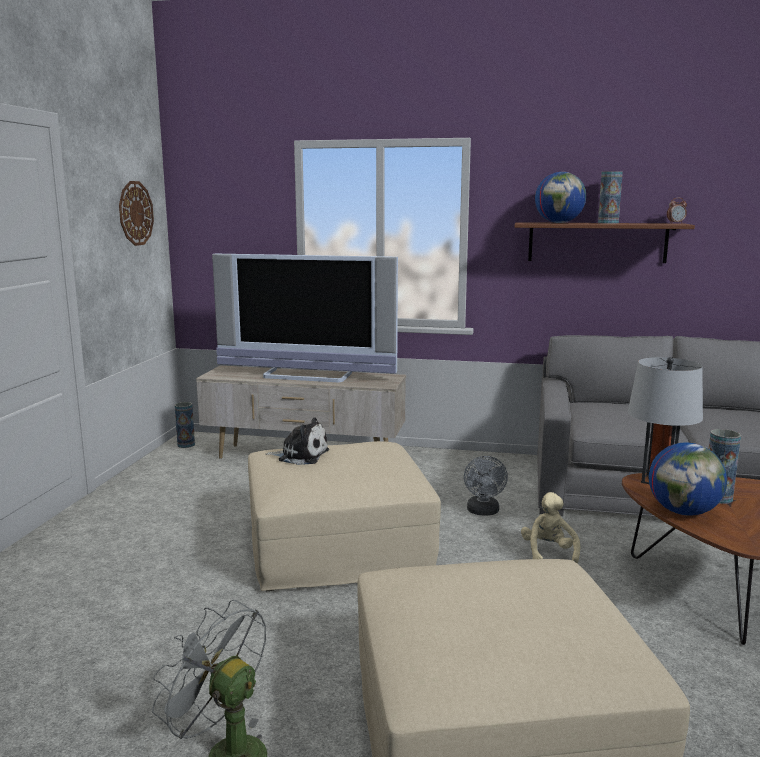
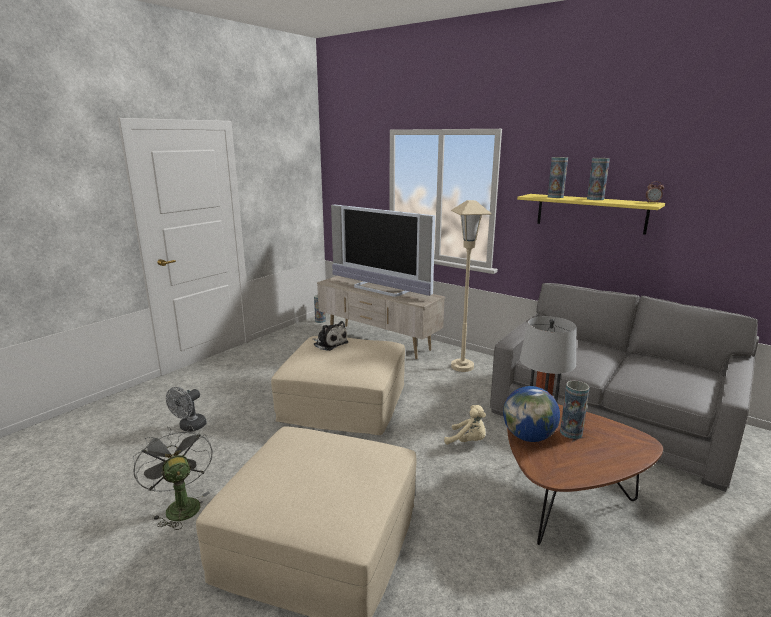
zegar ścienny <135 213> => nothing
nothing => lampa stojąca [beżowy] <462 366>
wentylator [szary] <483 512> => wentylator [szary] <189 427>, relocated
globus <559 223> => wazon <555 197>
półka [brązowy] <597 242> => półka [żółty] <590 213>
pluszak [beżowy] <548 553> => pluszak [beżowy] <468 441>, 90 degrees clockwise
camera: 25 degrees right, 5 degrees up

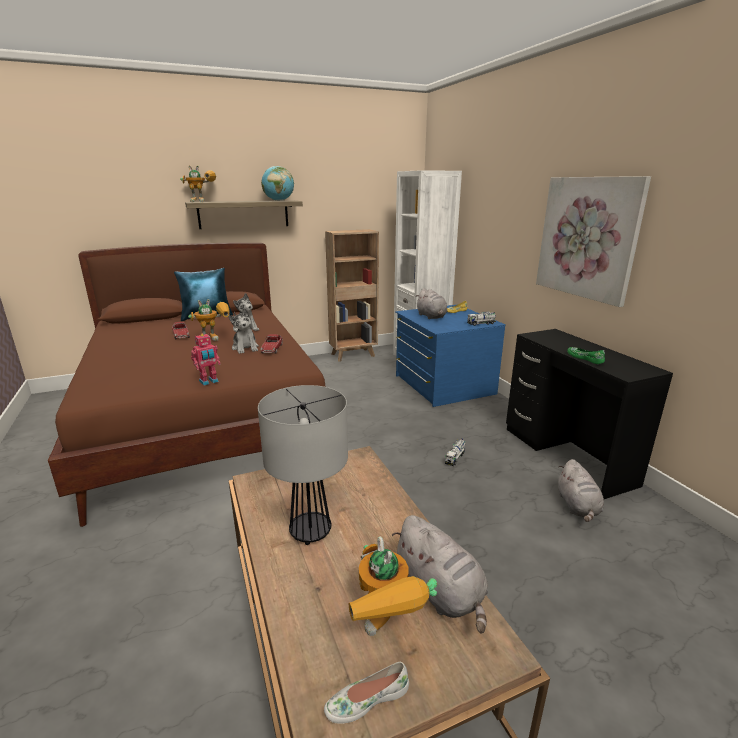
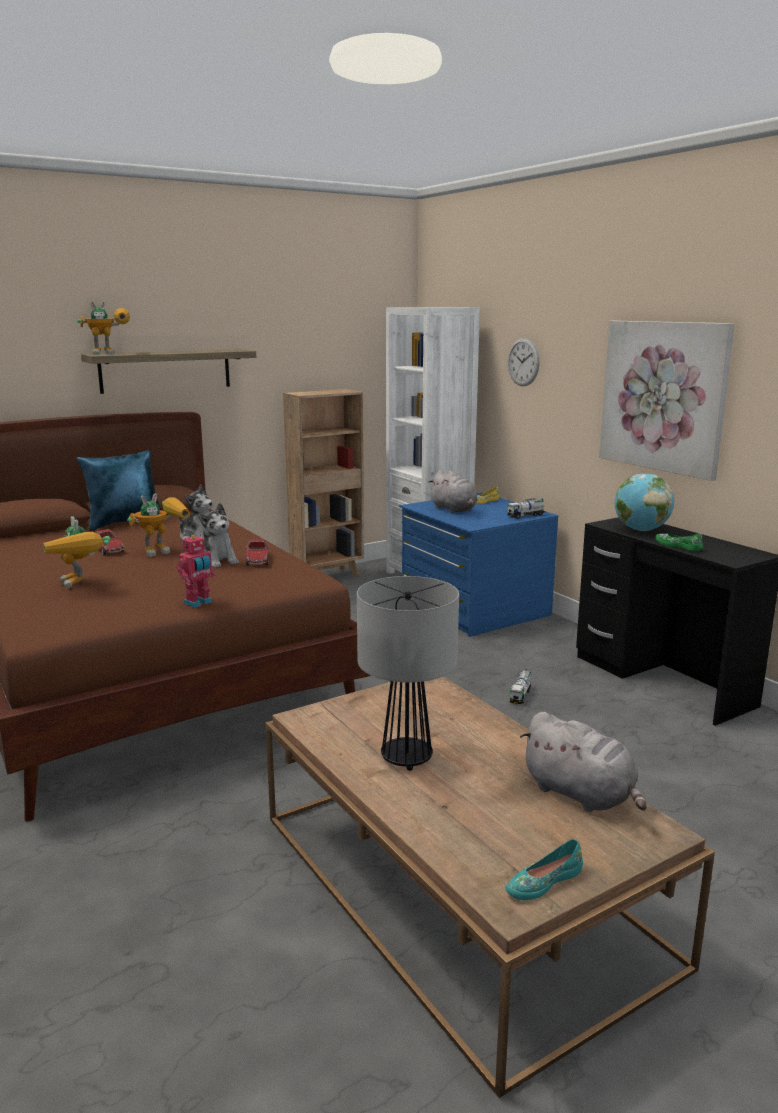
pluszak [szary] <578 506> => nothing
nothing => zegar ścienny <523 362>
globus <279 201> => globus <641 530>, relocated
robot zabawkowy <386 628> => robot zabawkowy <81 585>, relocated
but [biały] <367 699> => but [turkusowy] <543 881>
camera: 10 degrees left, 5 degrees down

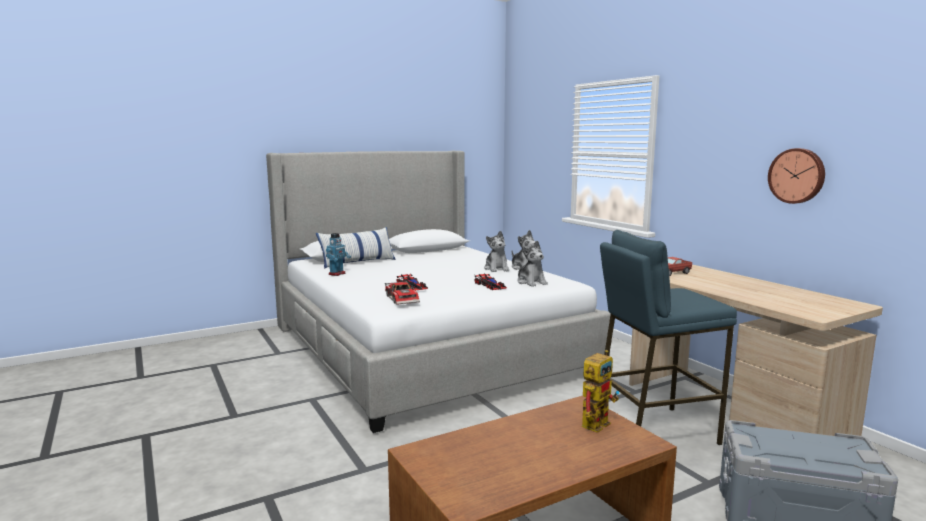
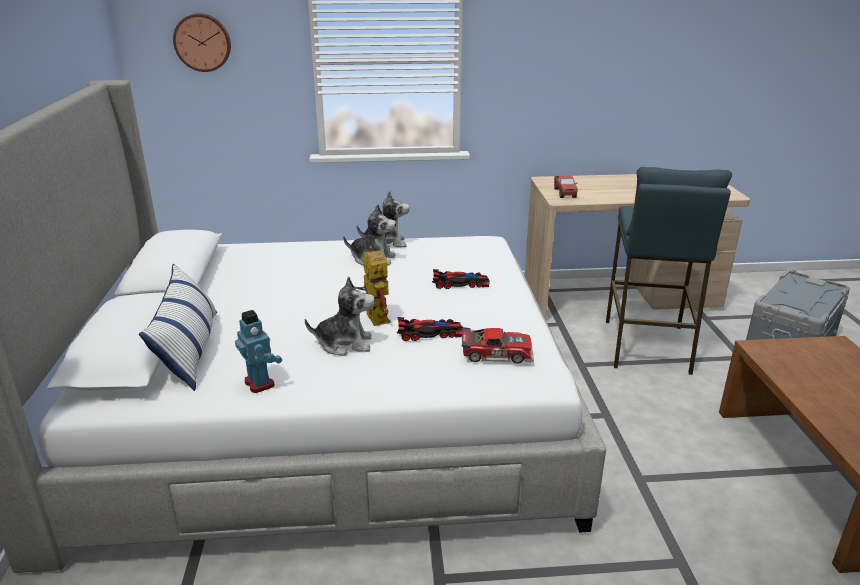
pluszak <531 282> => pluszak <344 344>, relocated
robot zabawkowy <596 421> => robot zabawkowy <373 316>, relocated
zegar ścienny <797 176> => zegar ścienny <202 42>, relocated
camera: 65 degrees left, 15 degrees up

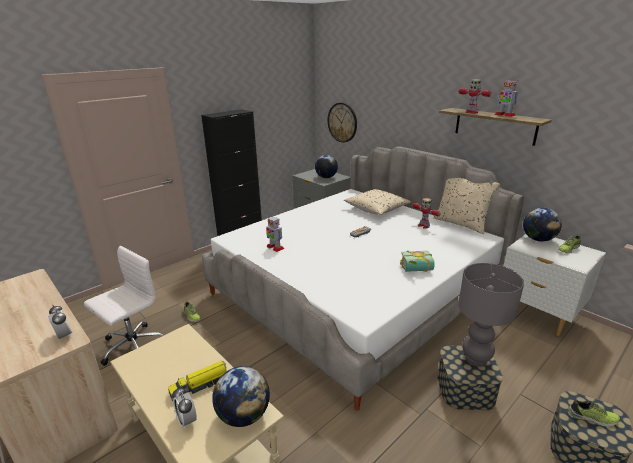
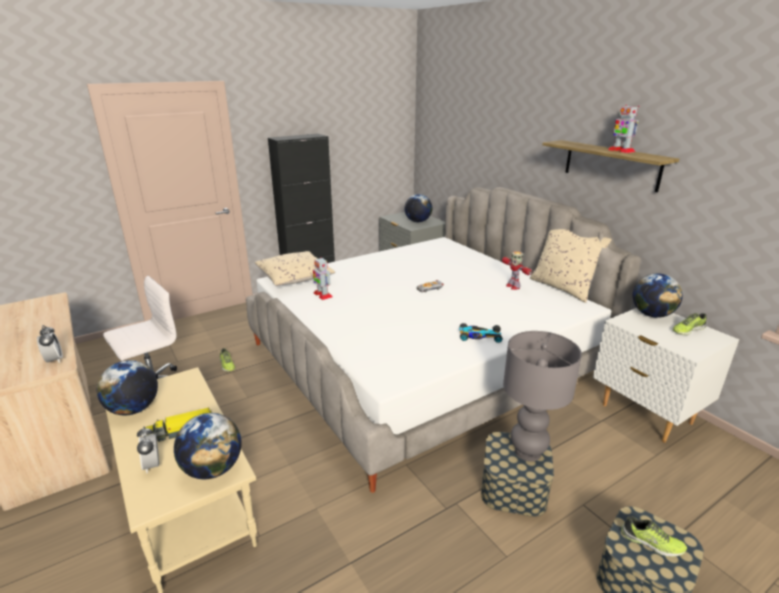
zegar ścienny <342 122> => nothing
robot zabawkowy <471 112> => nothing
nothing => globus <133 409>
poduszka [beżowy] <376 209> => poduszka [beżowy] <294 278>, relocated
książka <417 270> => samochodzik <479 336>
camera: 10 degrees right, 0 degrees up

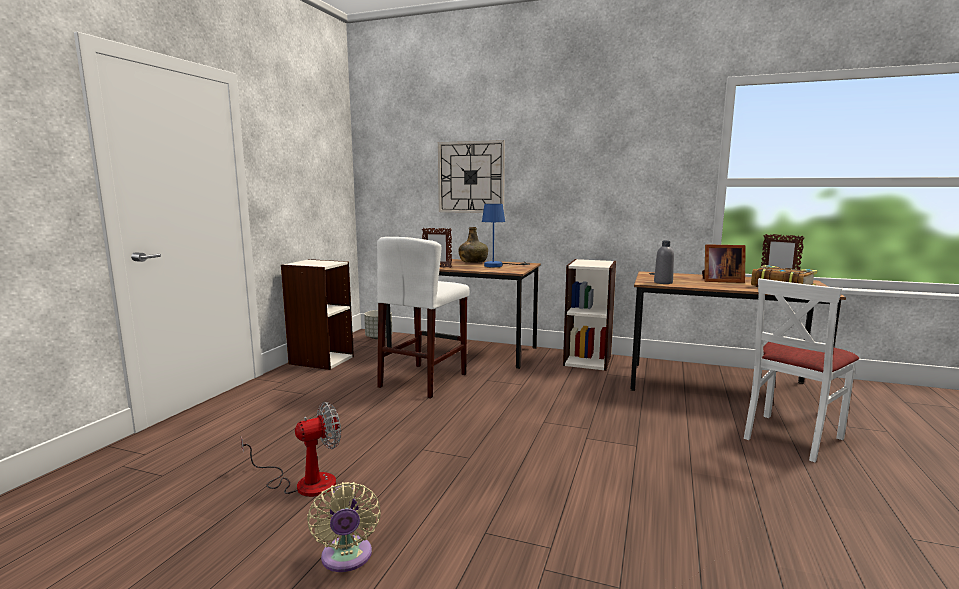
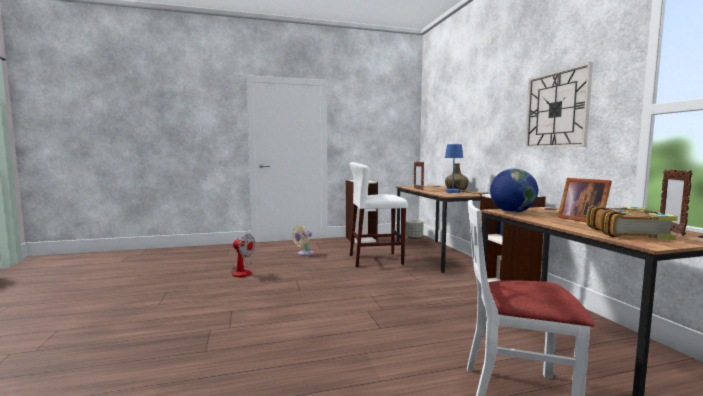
wentylator [beżowy] <346 558> => wentylator [beżowy] <304 254>, relocated
zegar ścienny <471 177> => zegar ścienny <556 109>, relocated
butelka [szary] <663 282> => globus <512 212>
camera: 55 degrees right, 5 degrees down

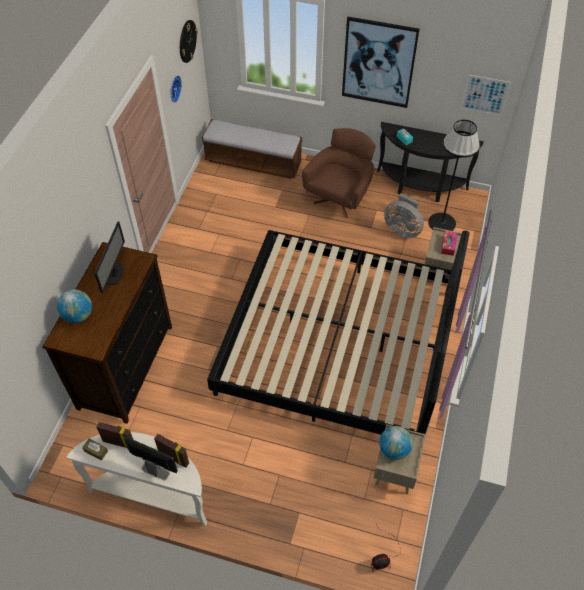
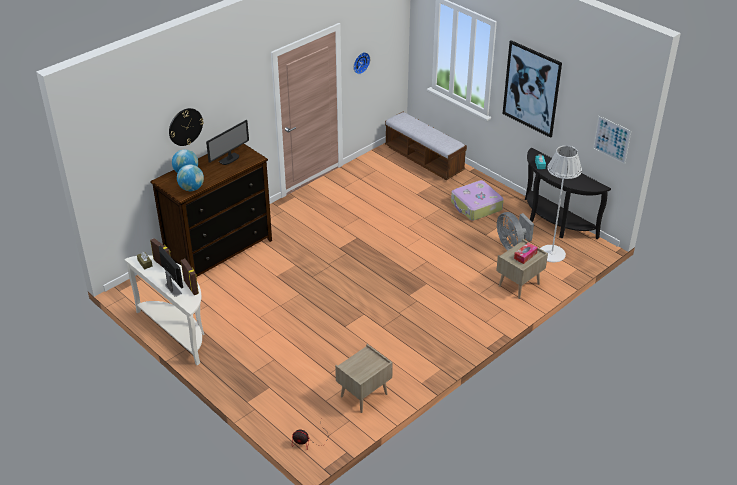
łóżko <337 342> => nothing
zegar ścienny <187 41> => zegar ścienny <185 126>, relocated
globus <394 449> => globus <191 188>, relocated
fotel [brązowy] <340 198> => walizka <476 206>
lampa stojąca [czarny] <442 223> => lampa stojąca [biały] <551 253>
camera: 30 degrees right, 15 degrees down

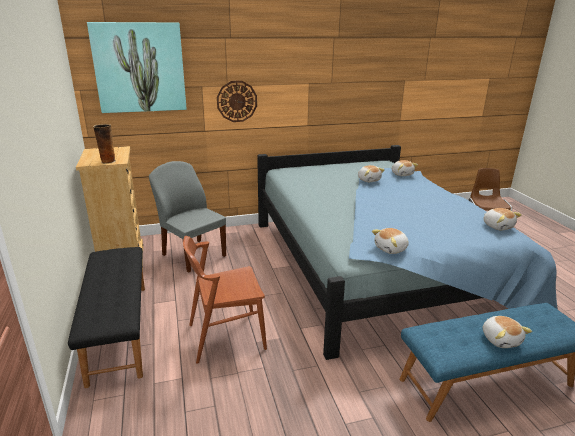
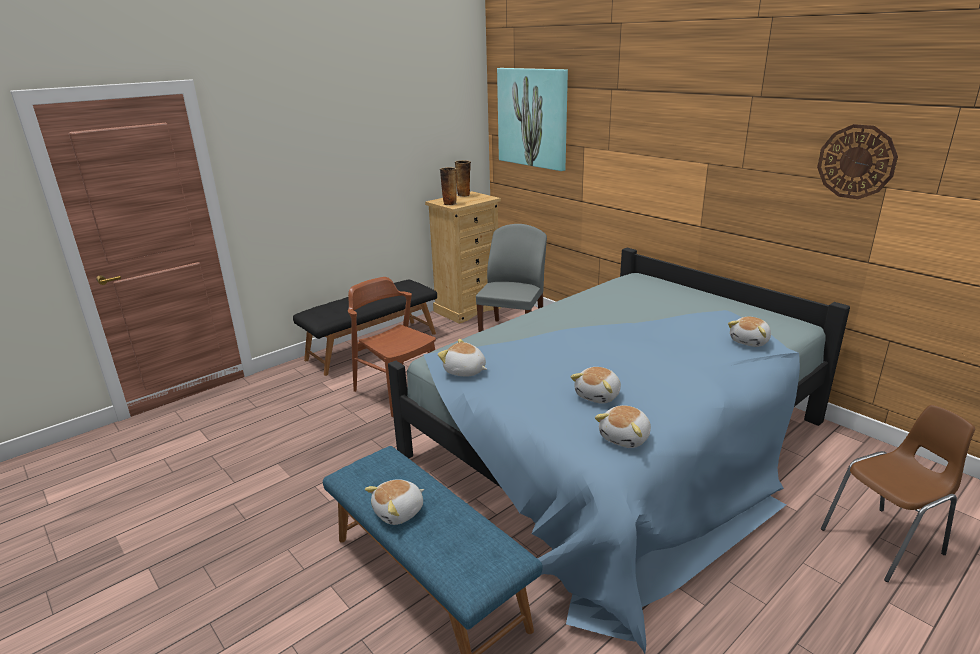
nothing => wazon <464 195>
zegar ścienny <237 101> => zegar ścienny <856 162>, relocated
pluszak <369 180> => pluszak <598 396>, relocated
camera: 65 degrees right, 0 degrees up

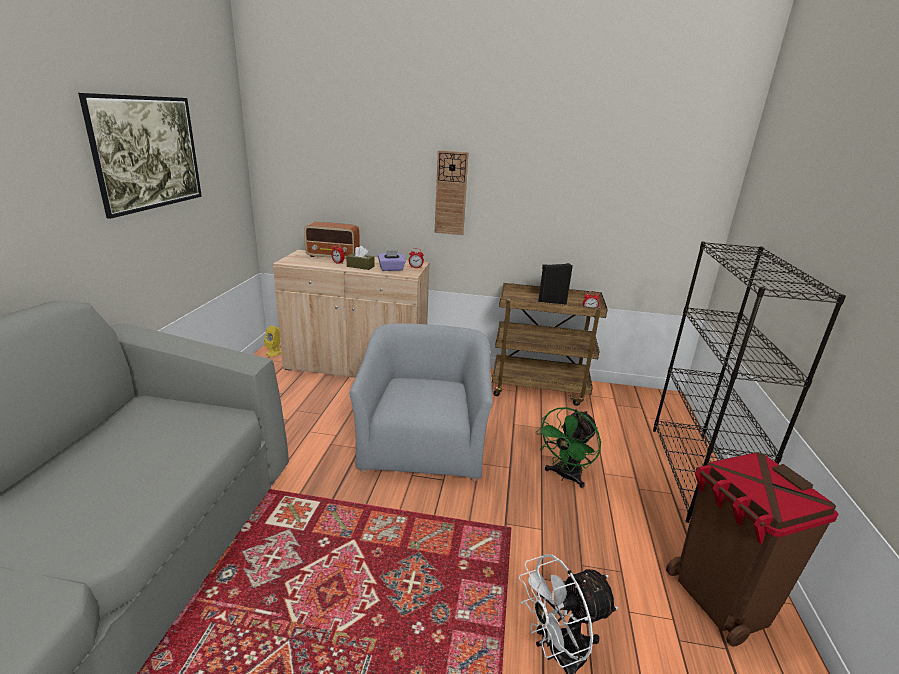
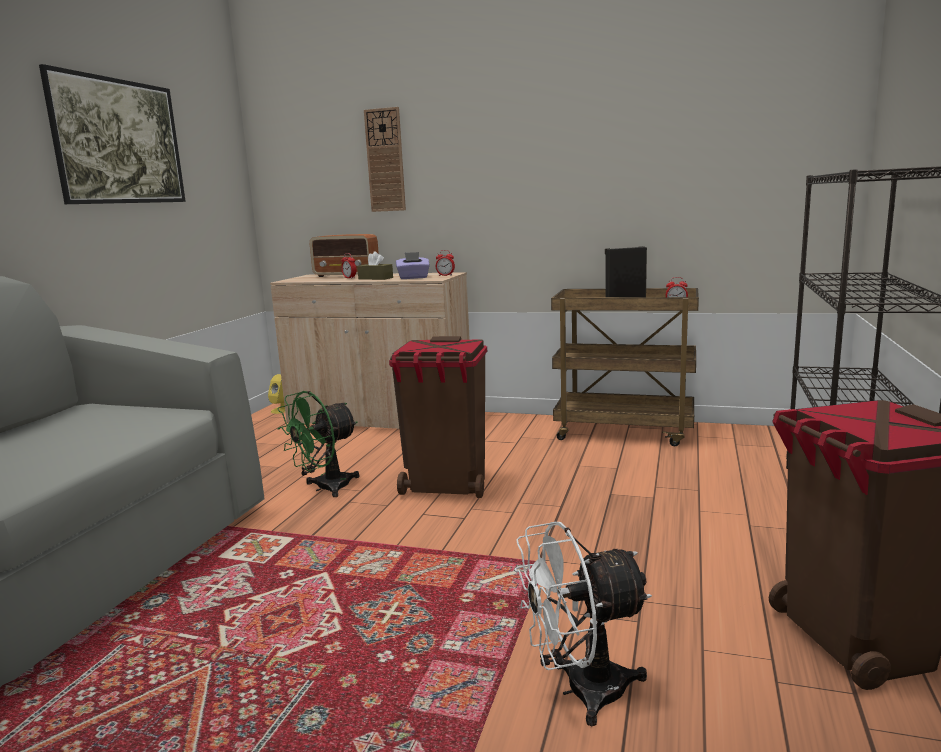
zegar ścienny <451 193> => zegar ścienny <385 160>, relocated
wentylator [zielony] <565 476> => wentylator [zielony] <325 488>, relocated
fotel [szary] <423 445> => kosz na śmieci [brązowy] <446 487>
camera: 10 degrees right, 10 degrees down

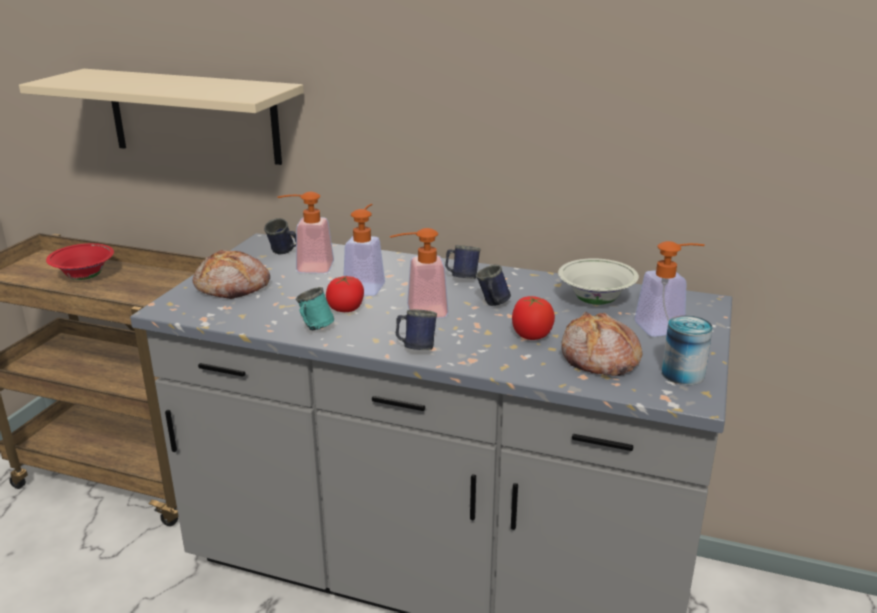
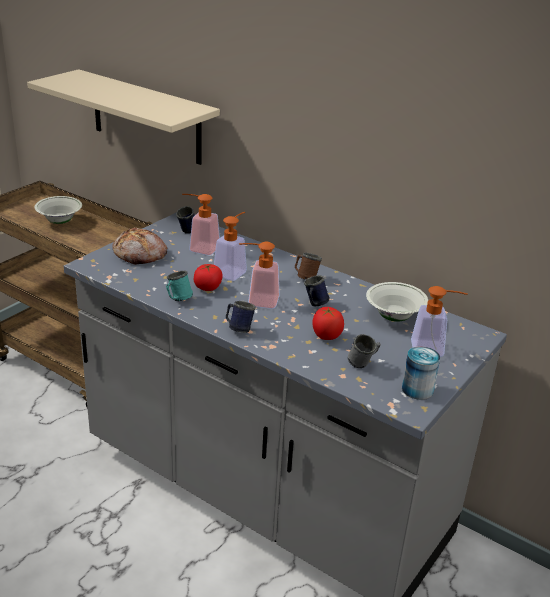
chleb <598 359> => kubek [szary] <363 364>
miska [czerwony] <84 277> => miska [biały] <60 221>
kubek [niebieski] <461 278> => kubek [brązowy] <305 277>
camera: 15 degrees right, 5 degrees up

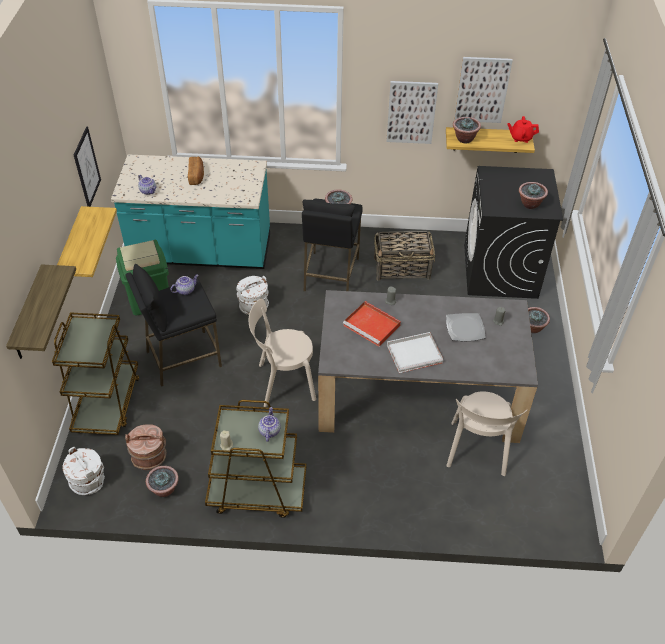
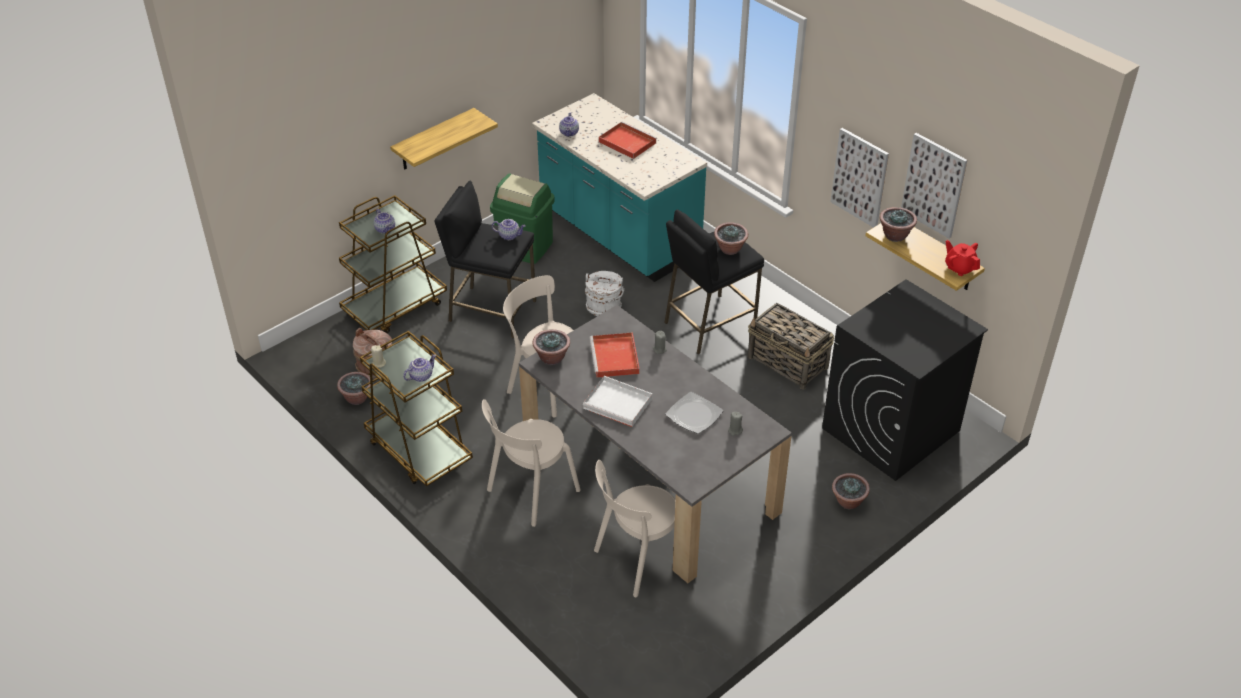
półka <28 315> => nothing
wiadro [biały] <88 481> => nothing
obraz <87 167> => nothing
nothing => imbryk <386 229>
nothing => krzesło [beżowy] <530 492>
roślina doniczkowa <529 204> => roślina doniczkowa <552 358>, relocated
chleb <196 176> => taca [czerwony] <626 142>
camera: 45 degrees right, 5 degrees down

